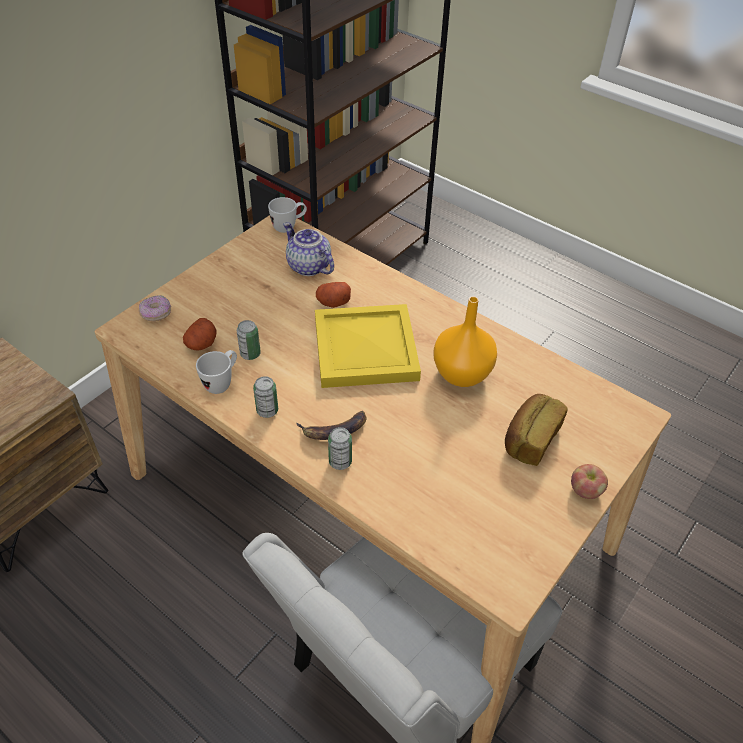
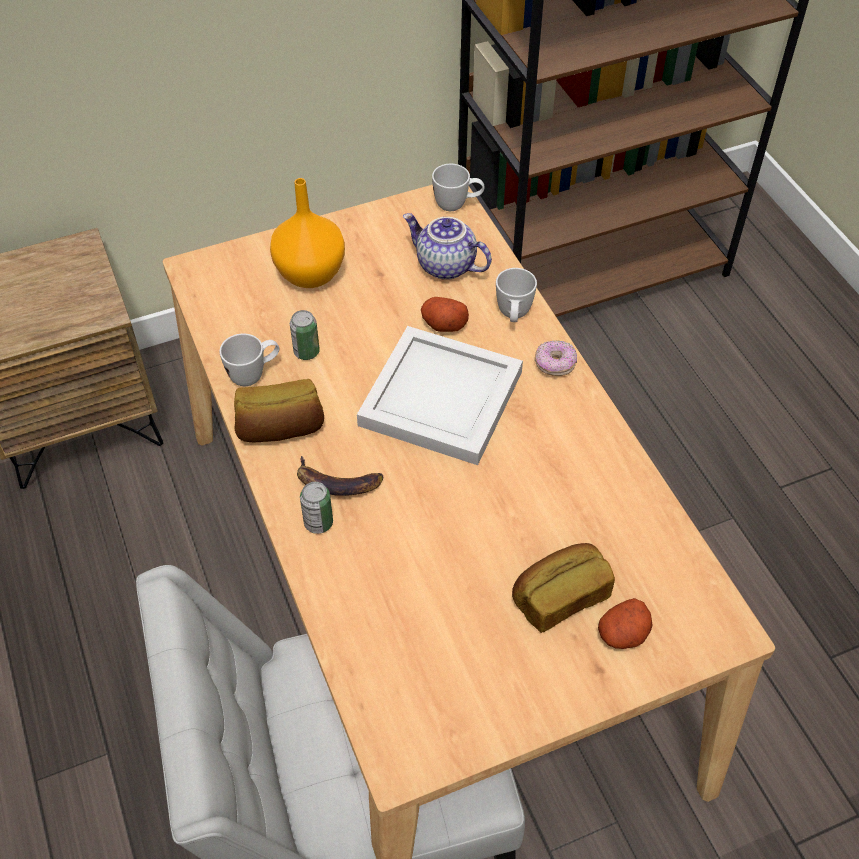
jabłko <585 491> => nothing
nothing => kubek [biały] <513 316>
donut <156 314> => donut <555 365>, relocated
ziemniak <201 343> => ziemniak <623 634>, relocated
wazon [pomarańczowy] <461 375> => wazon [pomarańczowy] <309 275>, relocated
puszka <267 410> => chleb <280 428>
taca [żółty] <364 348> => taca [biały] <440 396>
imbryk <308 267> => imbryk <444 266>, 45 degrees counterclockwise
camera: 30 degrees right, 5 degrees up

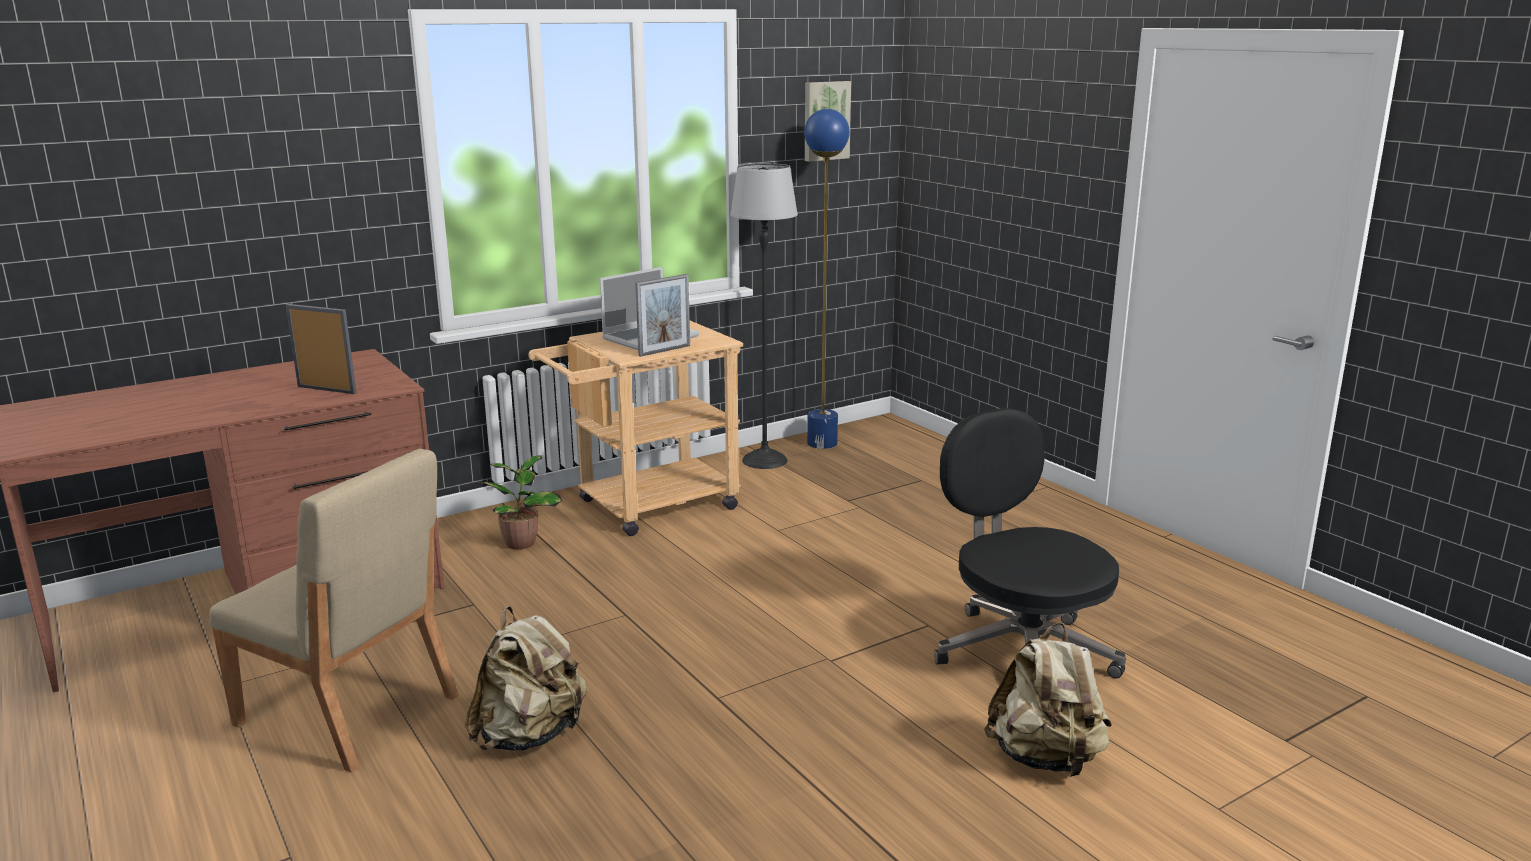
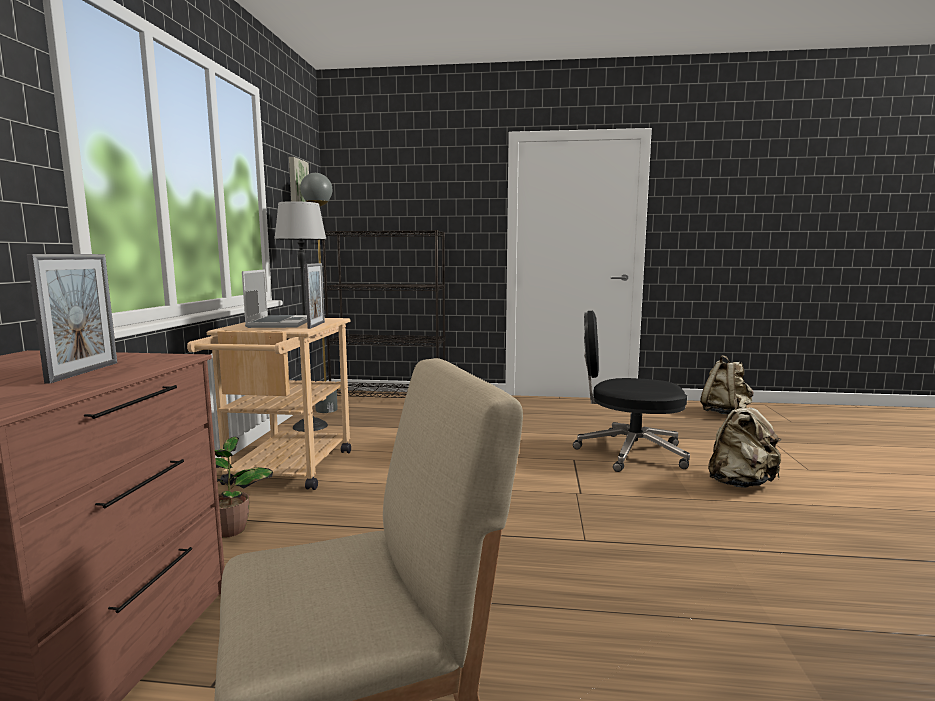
nothing => regał [czarny] <389 398>
plecak [beżowy] <530 735> => plecak [beżowy] <725 413>, relocated
lampa stojąca [niebieski] <822 443> => lampa stojąca [szary] <326 410>
ramka na zdjęcie <327 389> => ramka na zdjęcie <84 372>, 120 degrees clockwise
camera: 50 degrees left, 10 degrees down

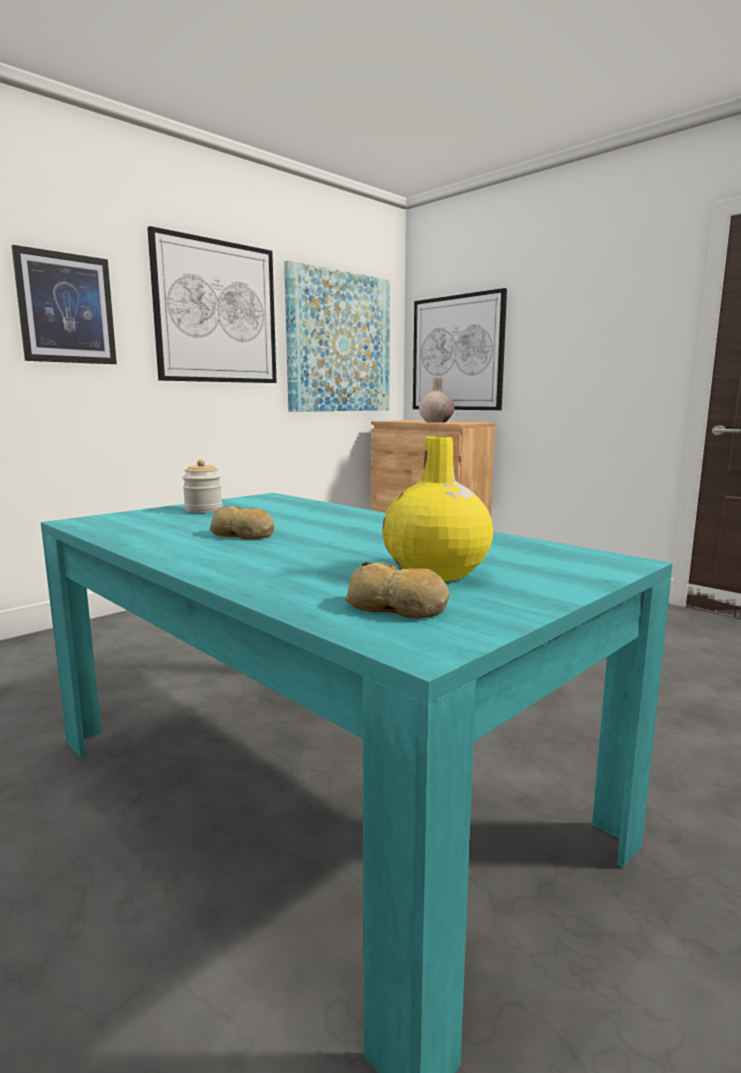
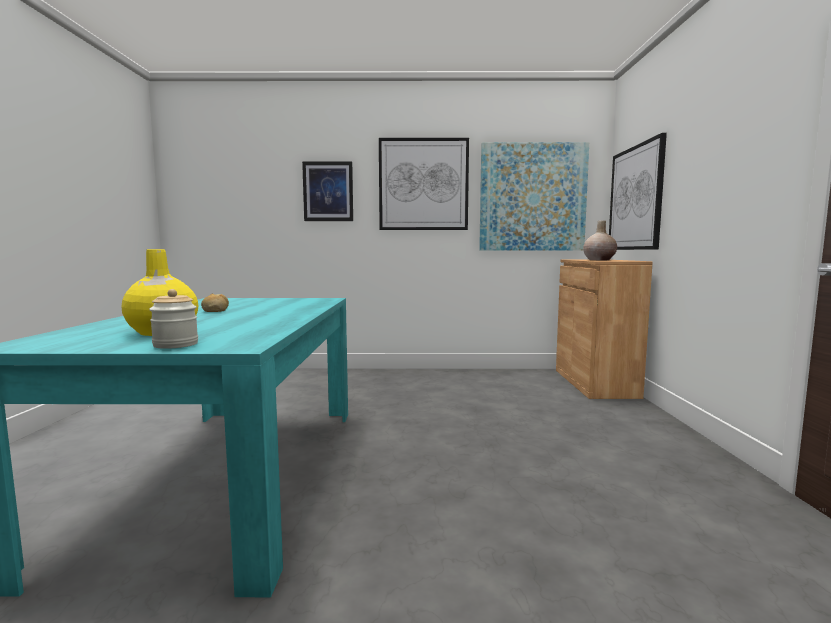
chleb <397 607> => nothing
słoik <203 510> => słoik <175 345>, relocated
camera: 45 degrees right, 5 degrees down

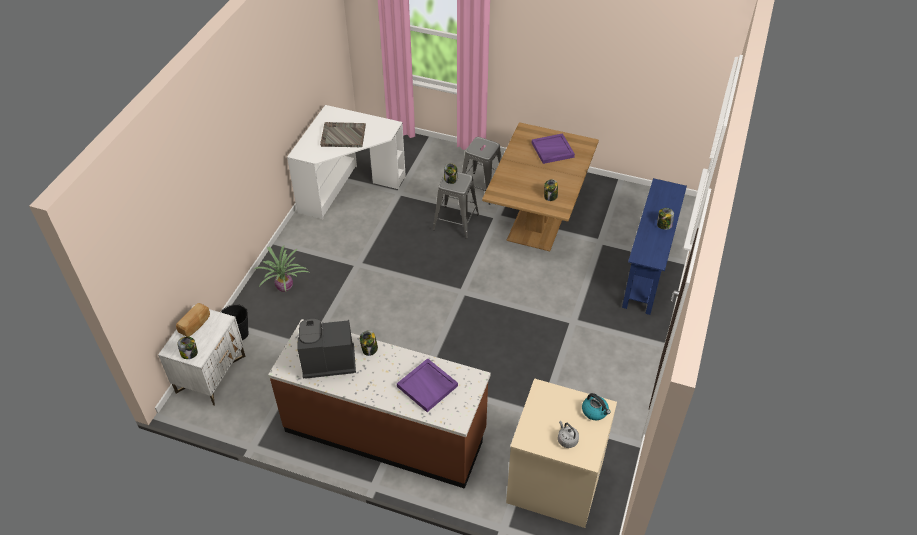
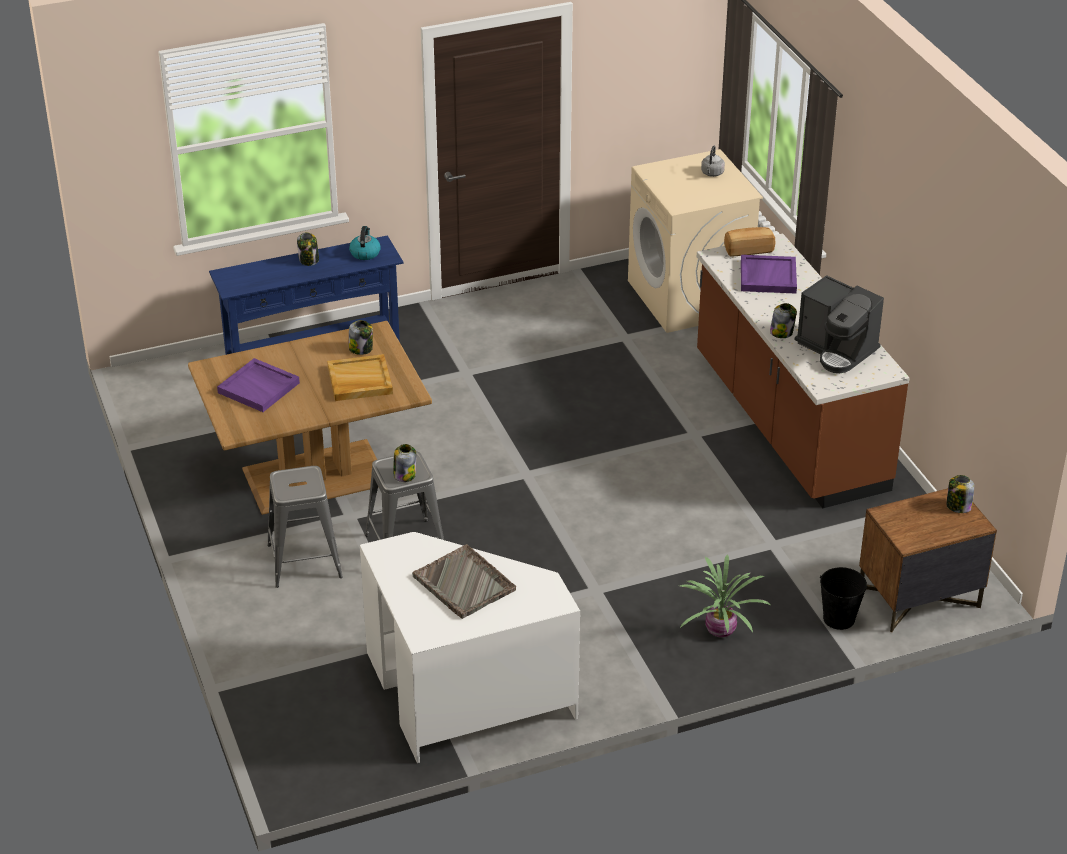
nothing => taca [beżowy] <359 381>
chleb <195 325> => chleb <748 249>, relocated
czajnik <595 411> => czajnik <365 253>, relocated
szafka nocna [biały] <211 374> => szafka nocna [brązowy] <918 598>
camera: 130 degrees left, 10 degrees down

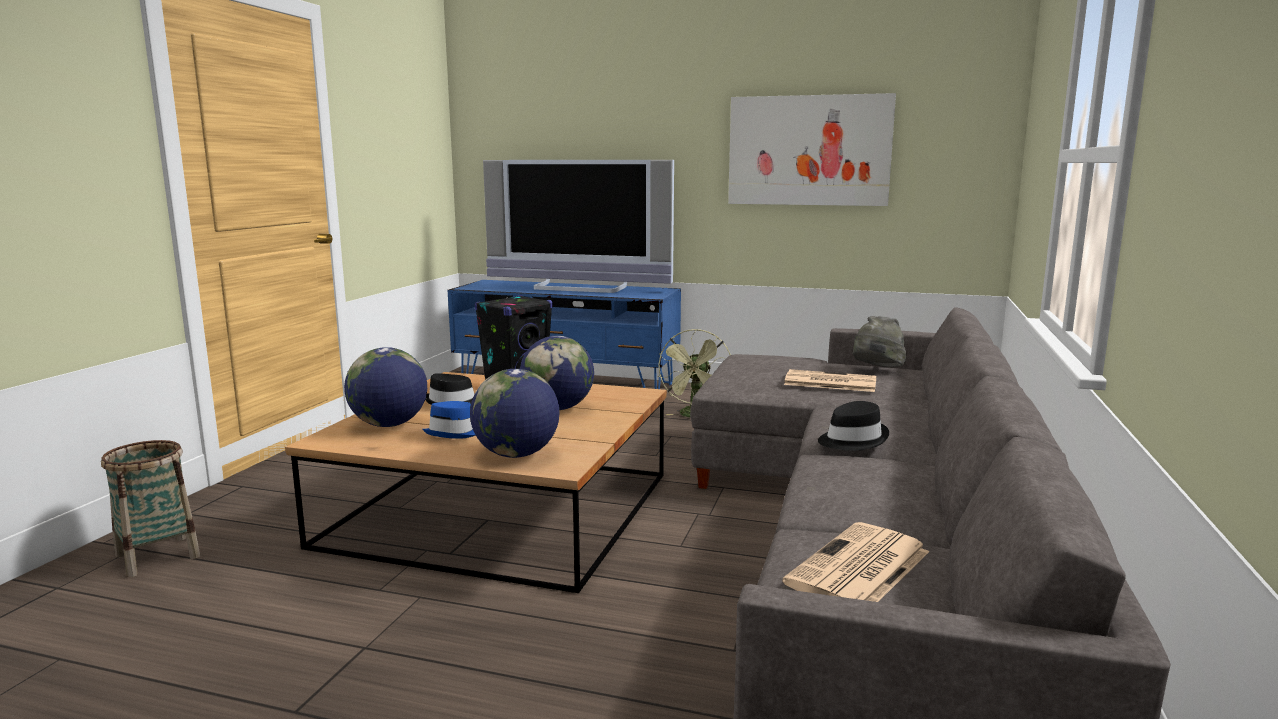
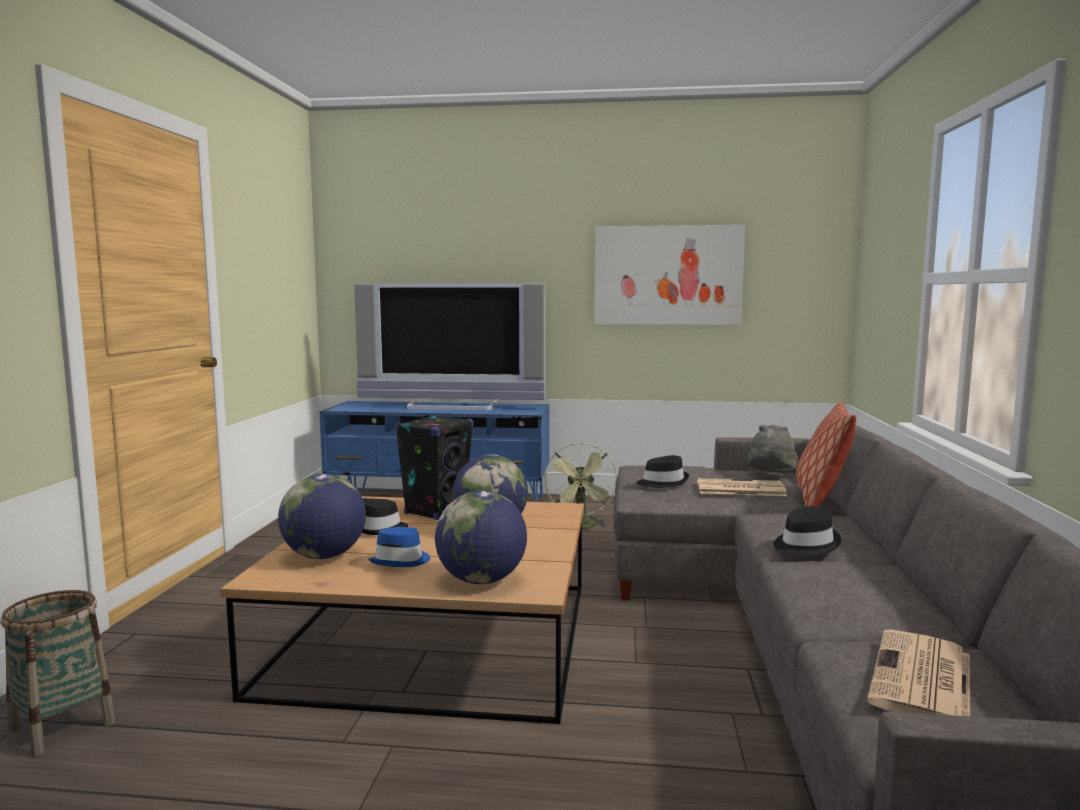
nothing => kapelusz [czarny] <663 482>
nothing => poduszka <820 500>
camera: 10 degrees left, 5 degrees down

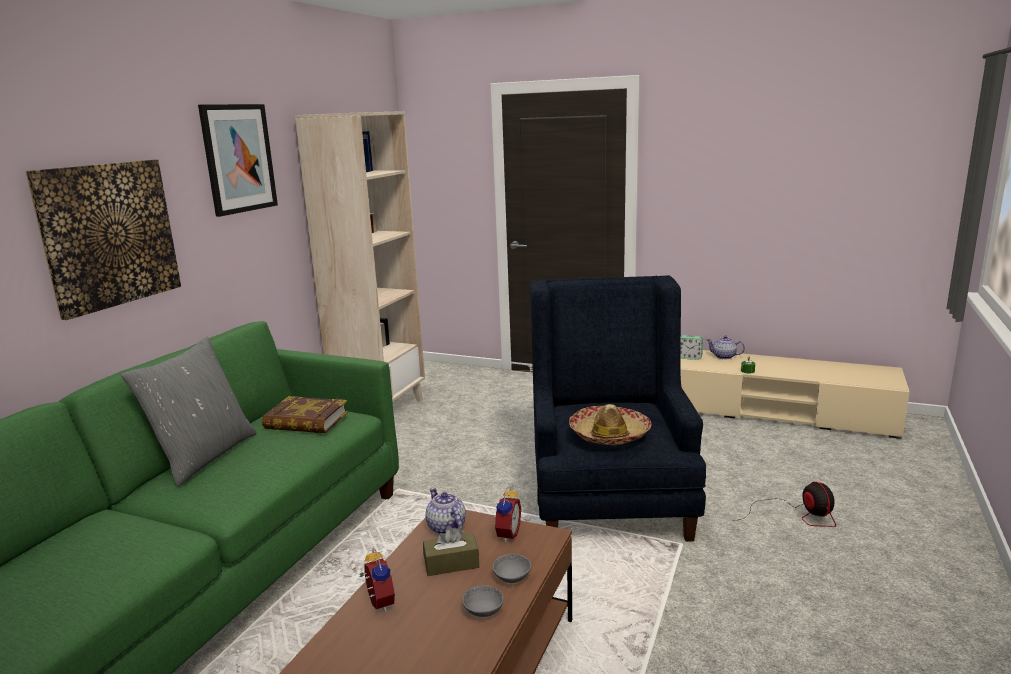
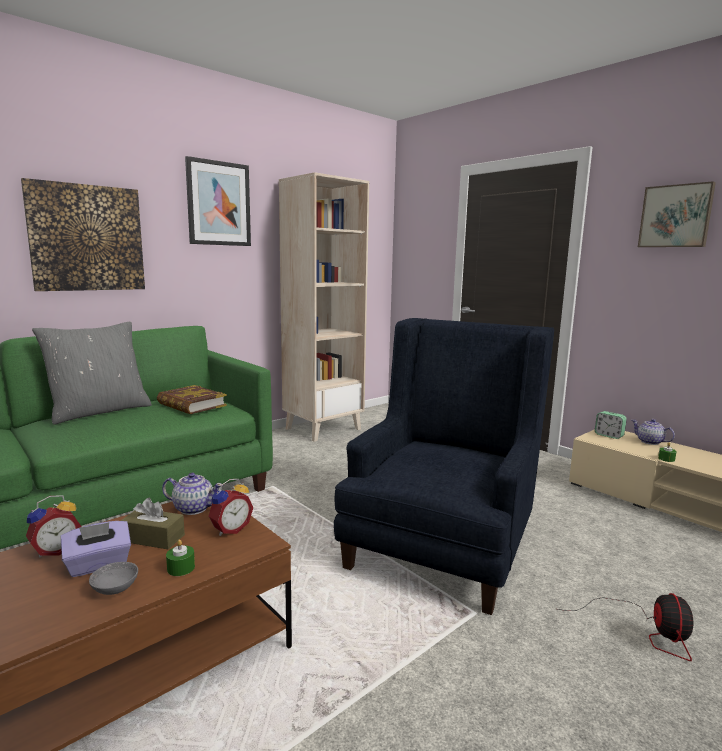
kapelusz <609 434> => nothing
nothing => pudełko chusteczek [fioletowy] <98 564>
nothing => obraz <675 216>
miska [szary] <512 577> => świeca [zielony] <181 568>
budzik <377 603> => budzik <55 550>, 45 degrees clockwise
imbryk <446 527> => imbryk <193 508>, 105 degrees clockwise
camera: 25 degrees right, 5 degrees down

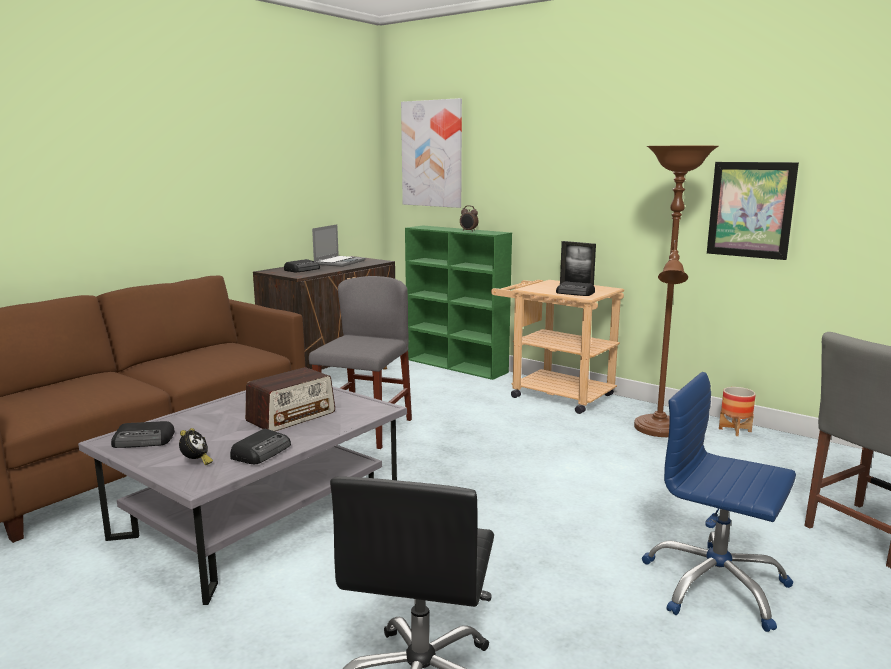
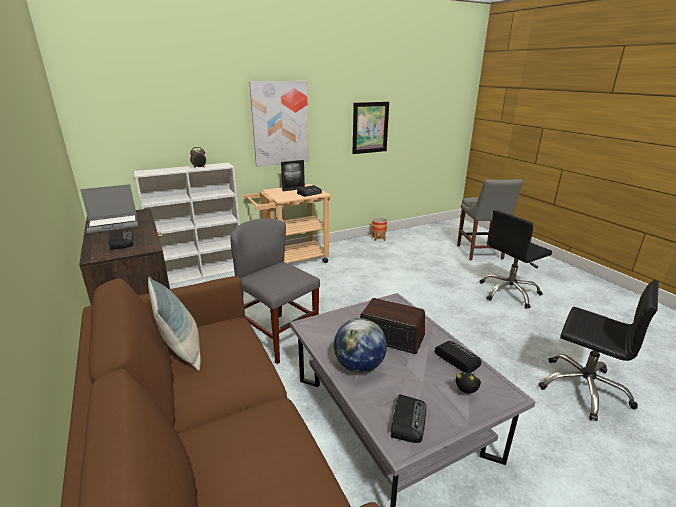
lampa stojąca [brązowy] <659 430> => nothing
nothing => poduszka <182 351>
nothing => globus <359 366>
obraz <432 154> => obraz <280 123>, relocated
regał [zielony] <457 366> => regał [biały] <201 273>
krzesło biurowe [niebieski] <715 585> => krzesło biurowe [czarny] <509 292>
radio <291 417> => radio <390 337>, 45 degrees counterclockwise
laptop <339 262> => laptop <114 225>, 105 degrees clockwise
camera: 65 degrees left, 10 degrees up

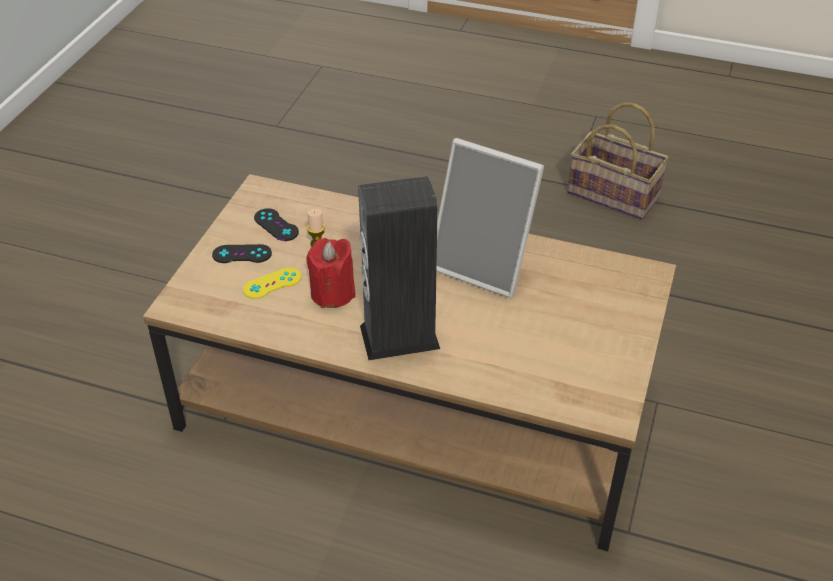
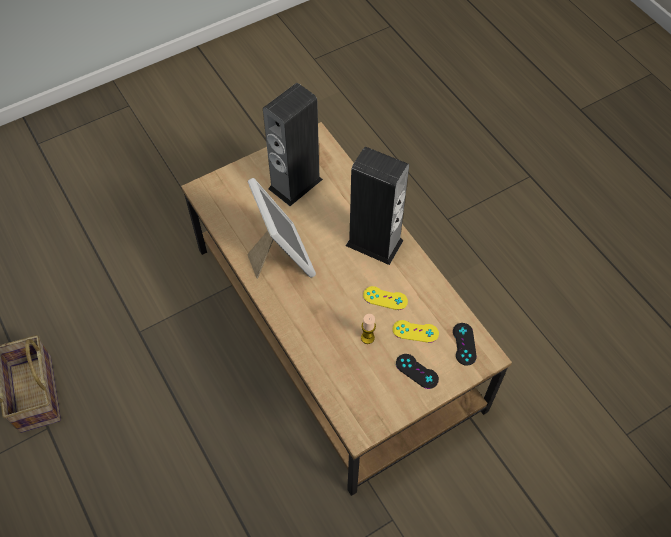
nothing => głośnik <295 184>
pad do gier [czarny] <276 225> => pad do gier [czarny] <464 344>, relocated
świeca [czerwony] <333 293> => pad do gier [żółty] <385 298>
camera: 140 degrees left, 15 degrees up

